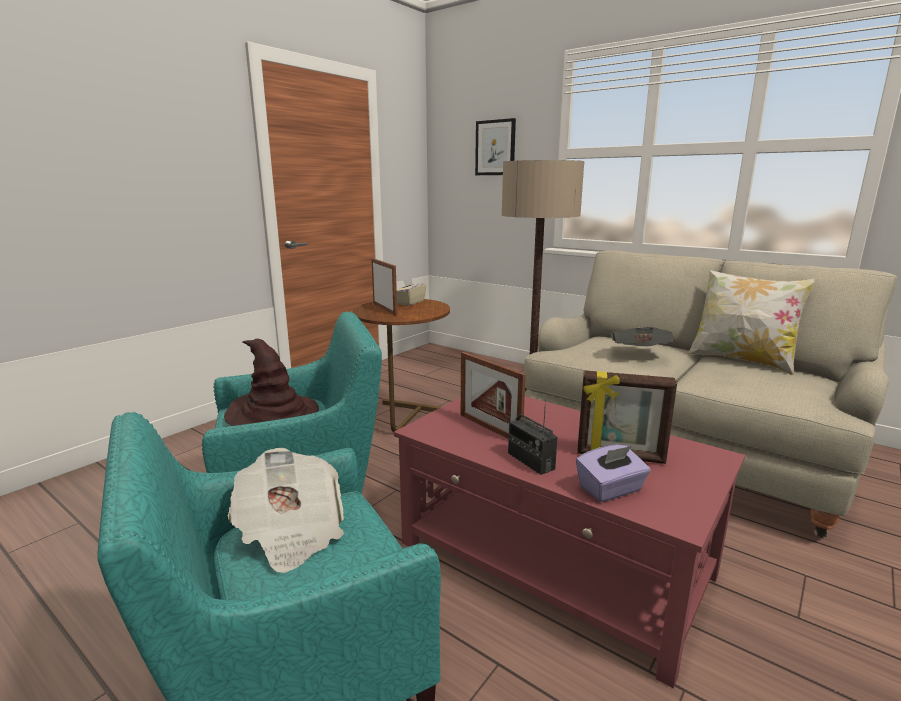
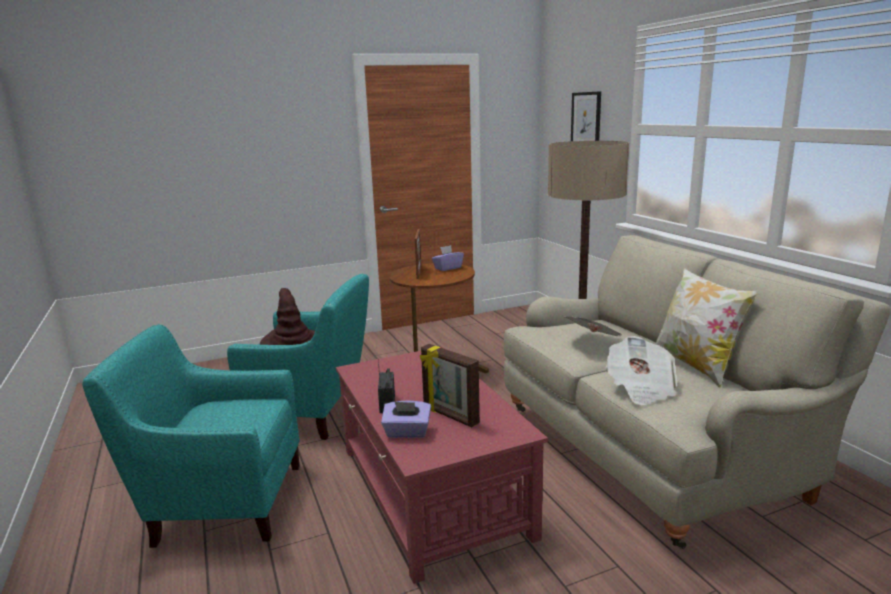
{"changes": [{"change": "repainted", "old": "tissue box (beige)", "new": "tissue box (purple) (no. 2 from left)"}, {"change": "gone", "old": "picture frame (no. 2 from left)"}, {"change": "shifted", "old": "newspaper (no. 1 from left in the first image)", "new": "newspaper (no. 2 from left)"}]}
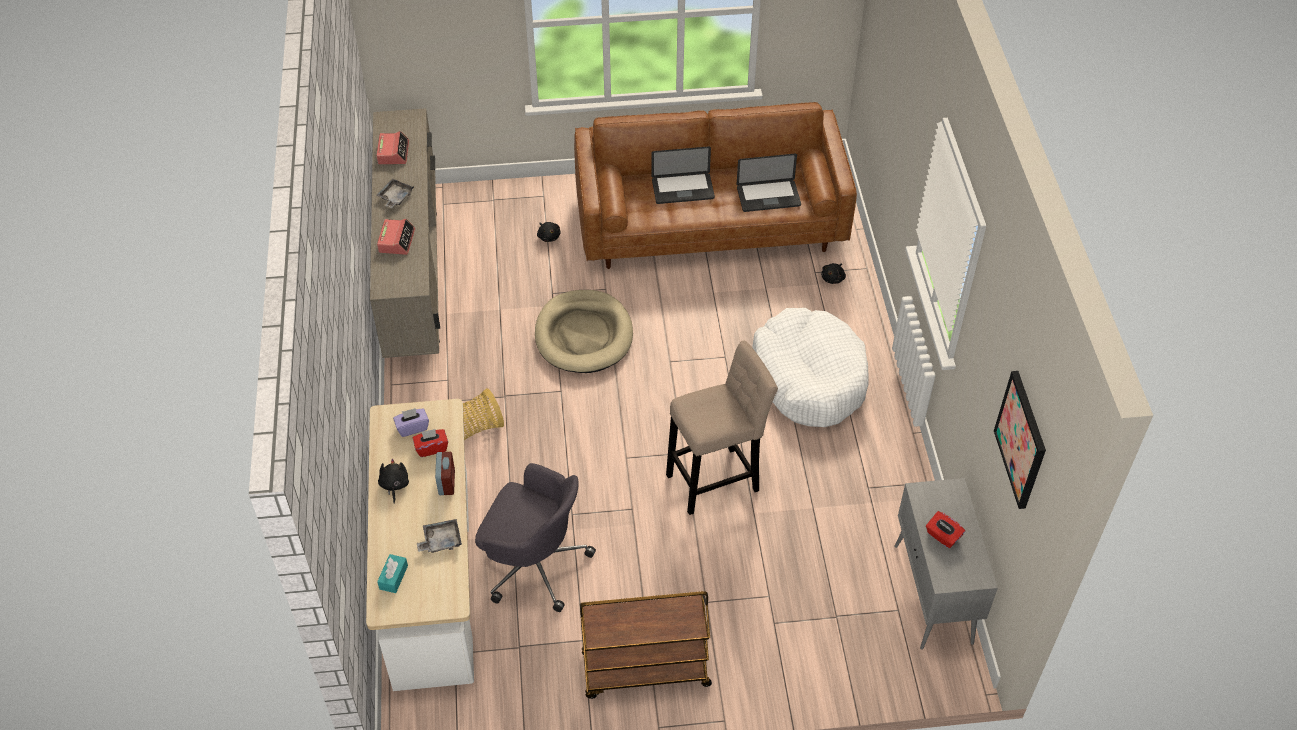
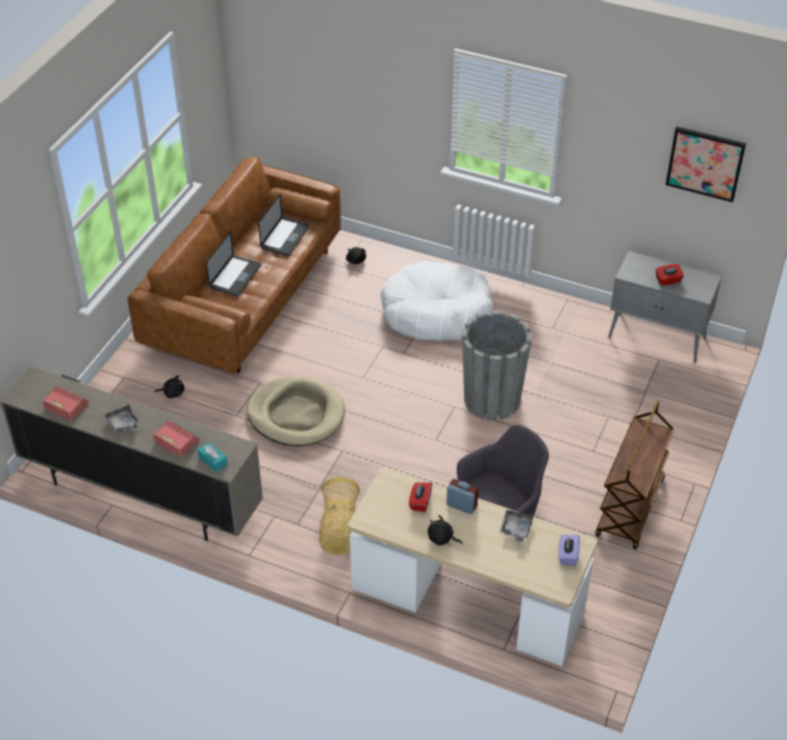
{"changes": [{"change": "swapped", "old": "stool (beige)", "new": "planter (grey)"}, {"change": "shifted", "old": "tissue box (purple)"}, {"change": "shifted", "old": "tissue box (turquoise)"}]}
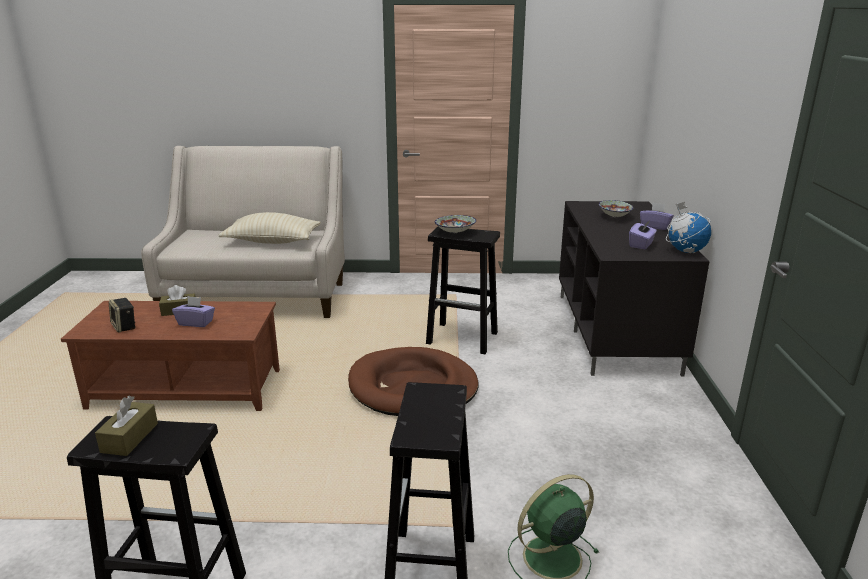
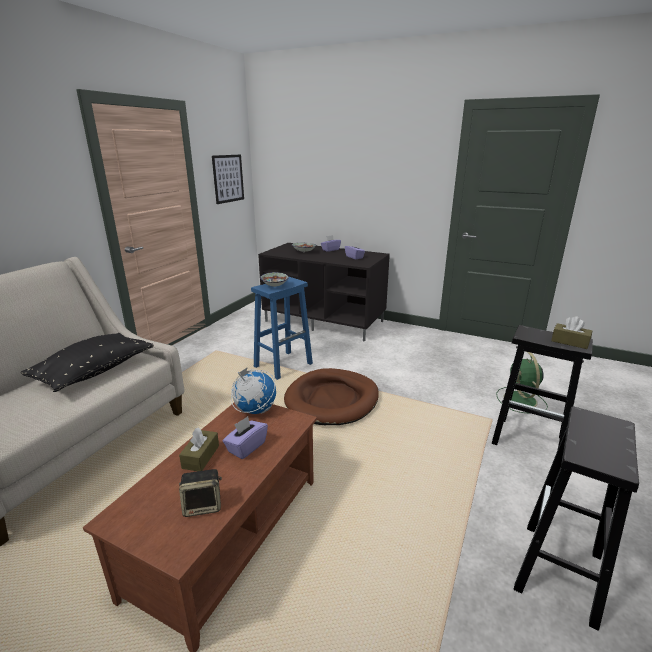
{"changes": [{"change": "shifted", "old": "globe"}, {"change": "repainted", "old": "pillow (beige)", "new": "pillow (black)"}, {"change": "repainted", "old": "stool (black) (no. 3 from left)", "new": "stool (blue)"}, {"change": "shifted", "old": "tissue box (brown) (no. 1 from left in the first image)", "new": "tissue box (brown) (no. 2 from left)"}, {"change": "new", "new": "picture"}]}
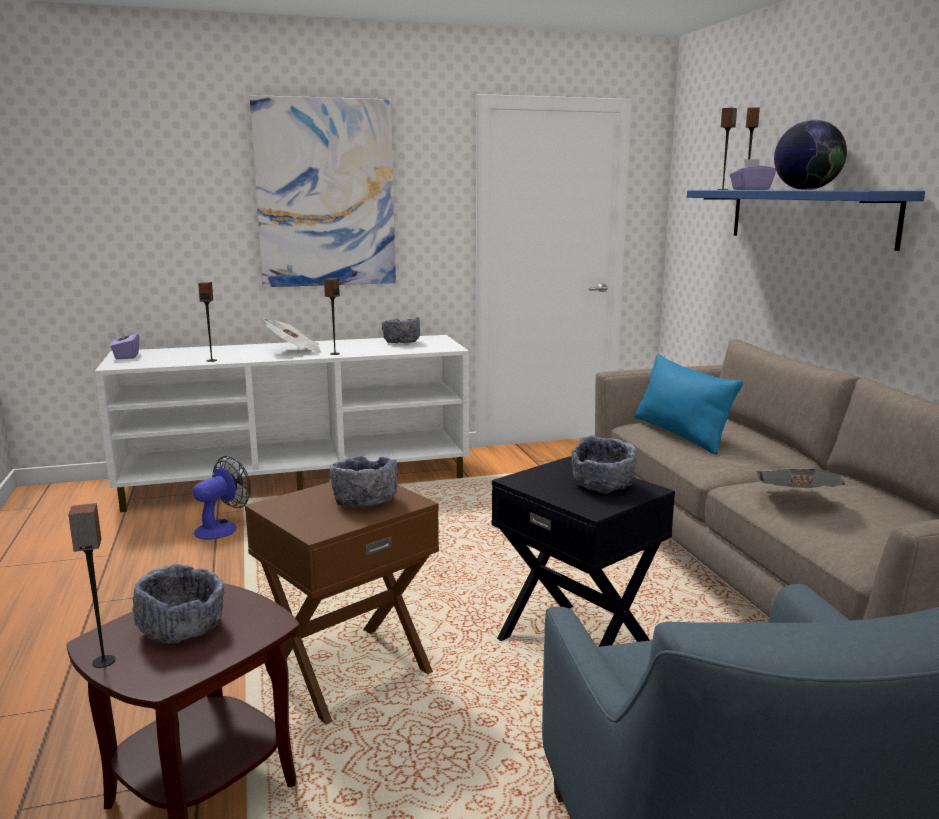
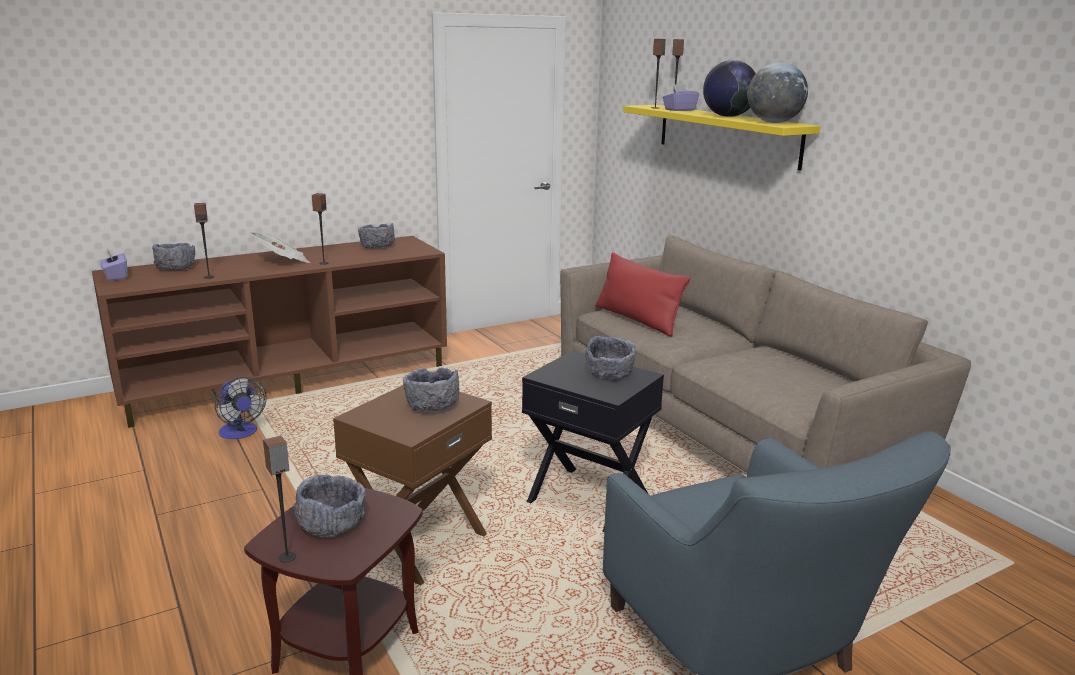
{"changes": [{"change": "gone", "old": "picture"}, {"change": "repainted", "old": "shelf (blue)", "new": "shelf (yellow)"}, {"change": "repainted", "old": "tv stand (white)", "new": "tv stand (brown)"}, {"change": "repainted", "old": "pillow (blue)", "new": "pillow (red)"}, {"change": "rotated", "old": "fan", "degrees": 120}, {"change": "gone", "old": "newspaper (no. 2 from left)"}, {"change": "new", "new": "globe (no. 2 from left)"}, {"change": "new", "new": "bowl (grey) (no. 1 from left)"}]}
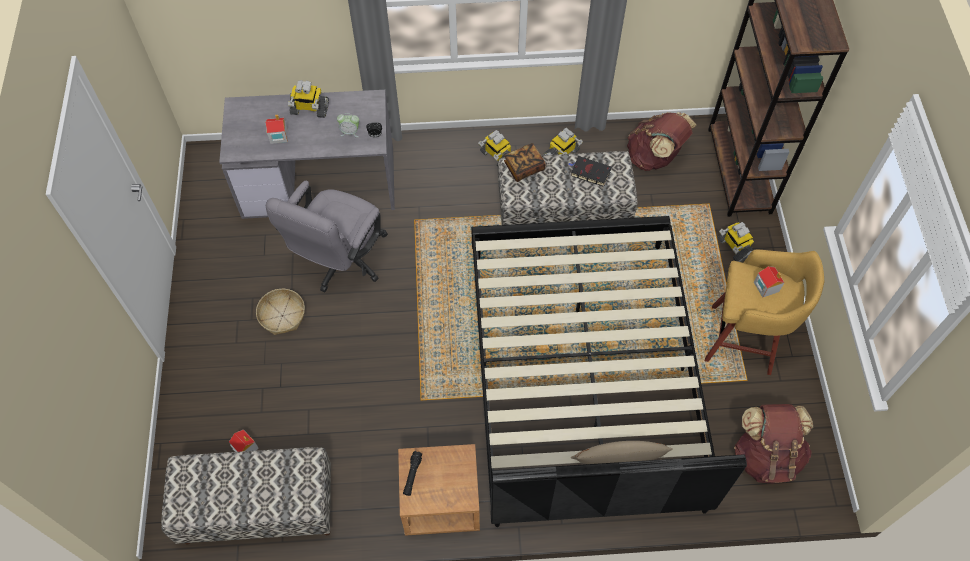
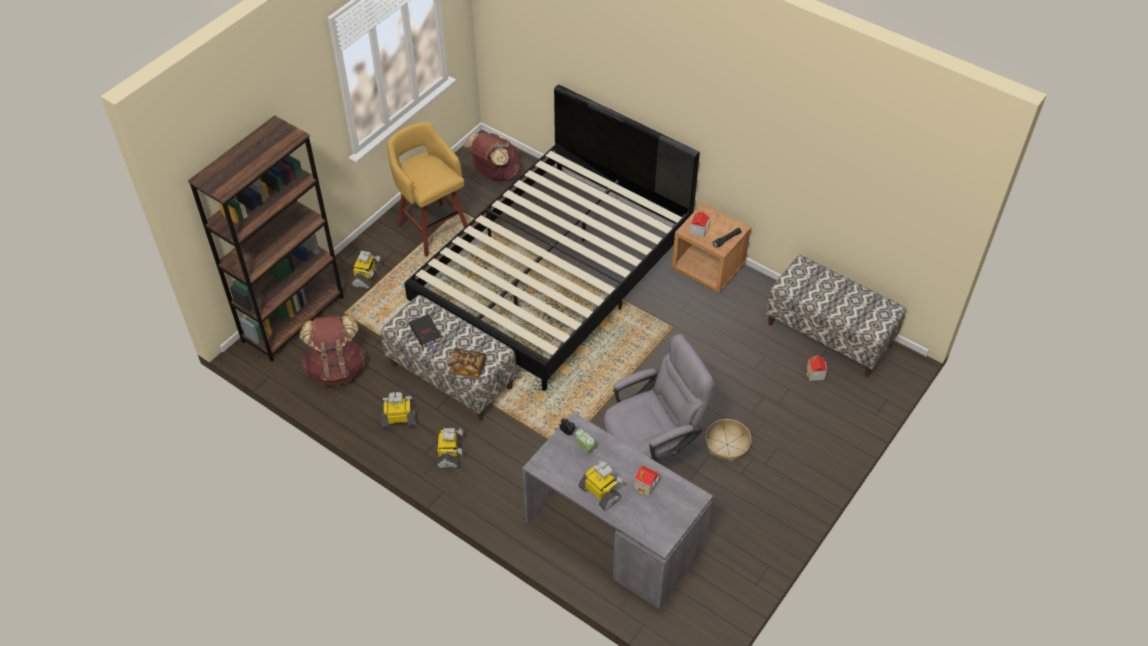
{"changes": [{"change": "shifted", "old": "toy house (no. 3 from left in the first image)", "new": "toy house (no. 2 from left)"}, {"change": "gone", "old": "pillow (beige)"}]}
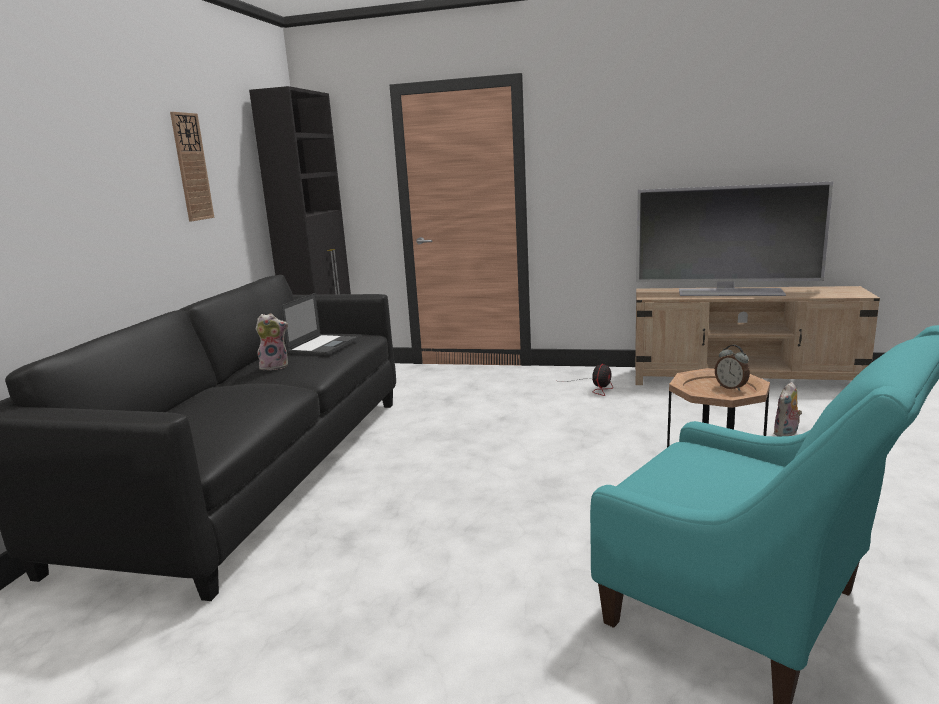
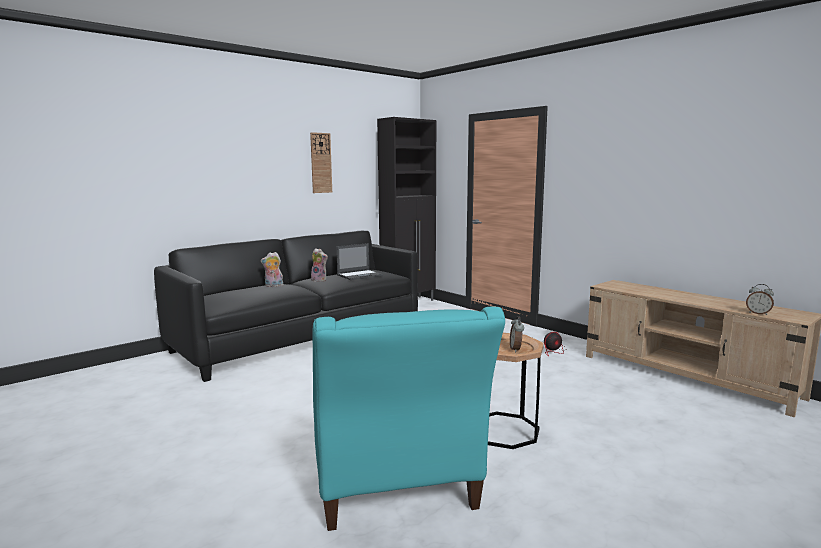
{"changes": [{"change": "gone", "old": "television"}, {"change": "shifted", "old": "plush toy (no. 2 from left in the first image)", "new": "plush toy (no. 1 from left)"}, {"change": "new", "new": "alarm clock (no. 2 from left)"}]}
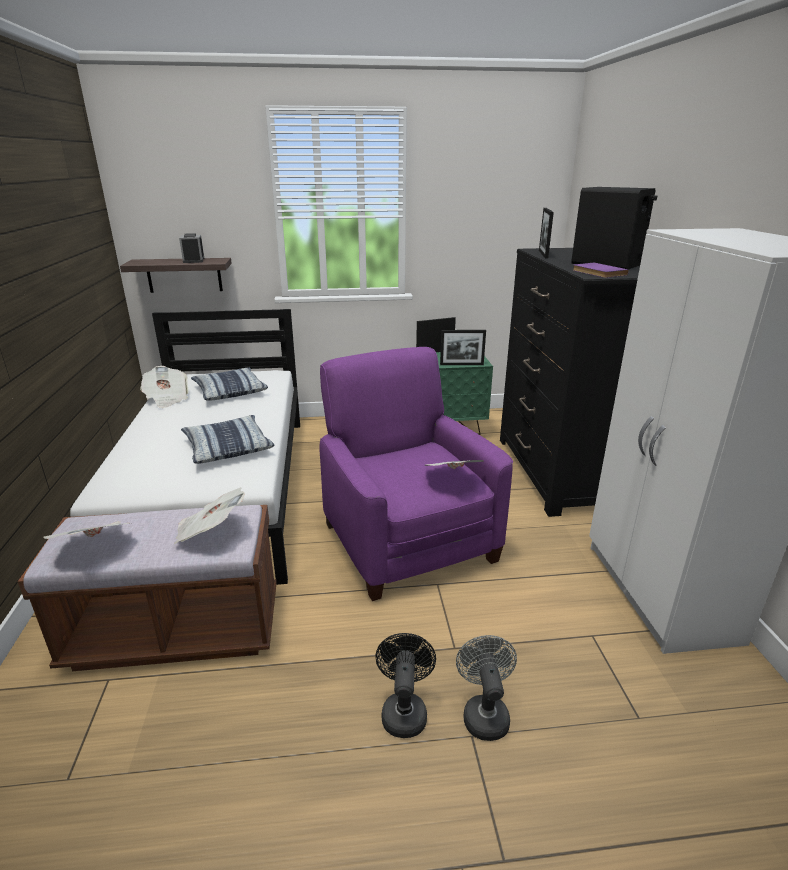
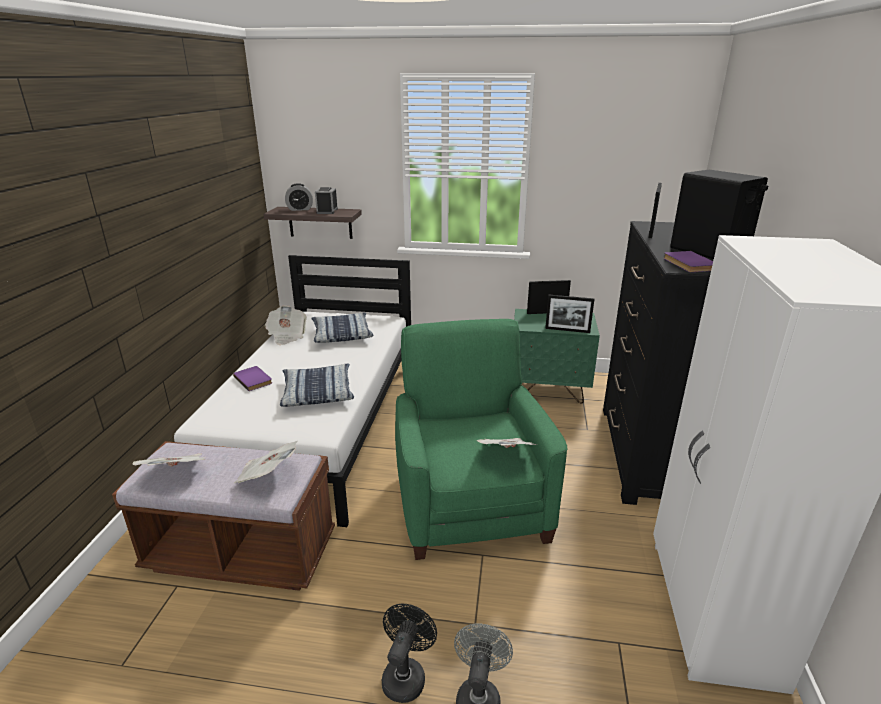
{"changes": [{"change": "repainted", "old": "armchair (purple)", "new": "armchair (green)"}, {"change": "new", "new": "alarm clock (no. 1 from left)"}, {"change": "new", "new": "book (purple) (no. 1 from left)"}]}
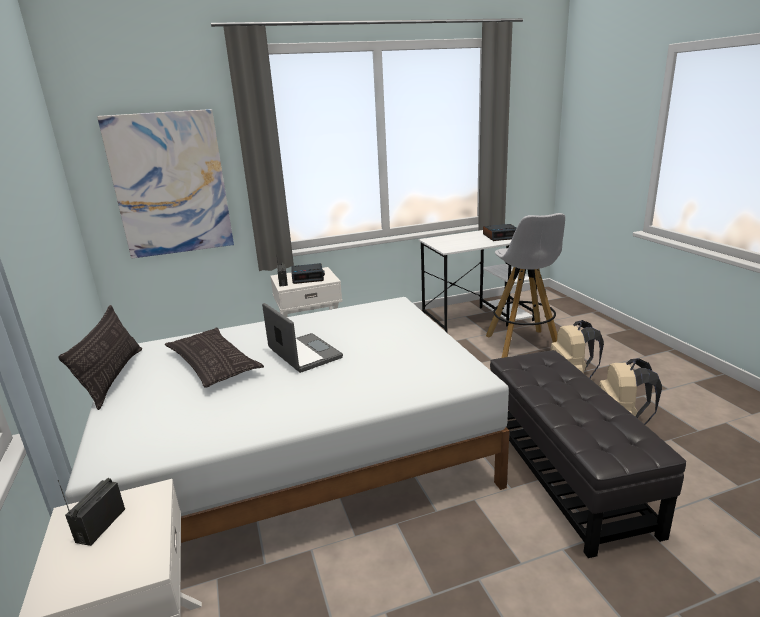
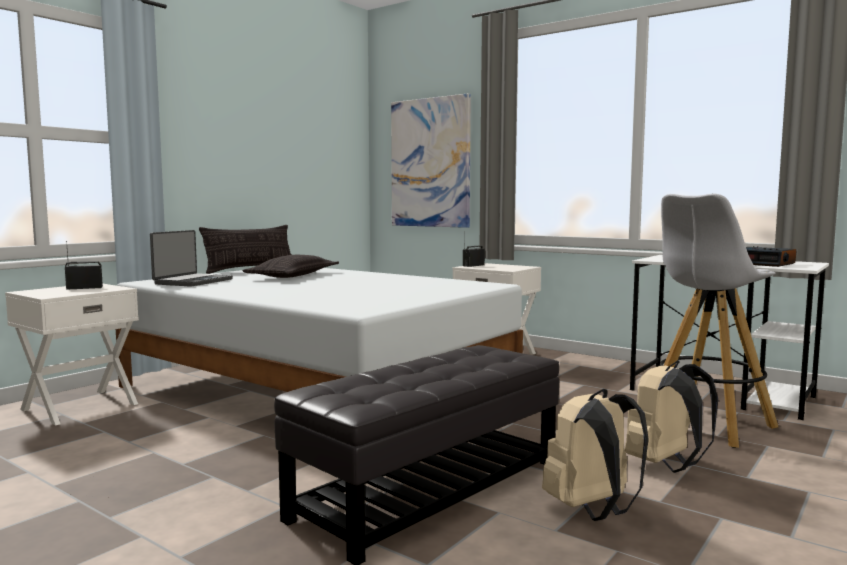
{"changes": [{"change": "gone", "old": "alarm clock (no. 1 from left)"}, {"change": "shifted", "old": "laptop"}]}
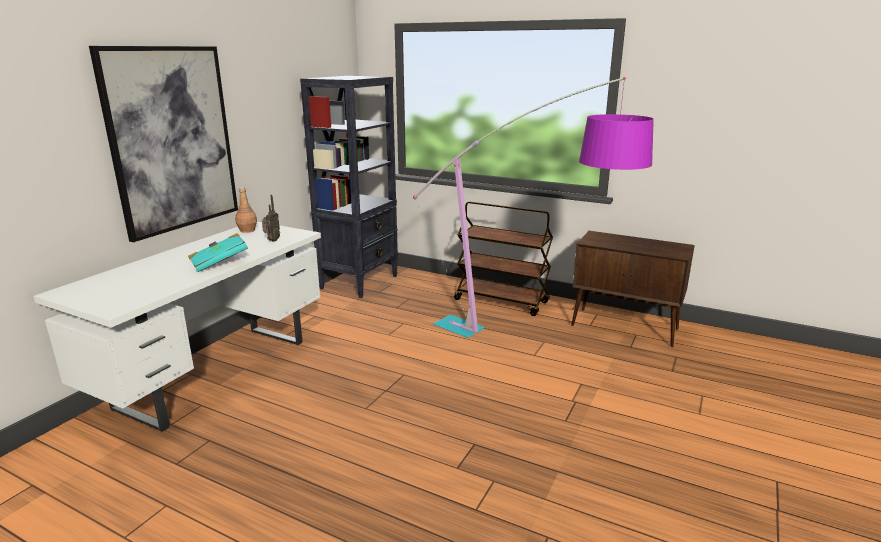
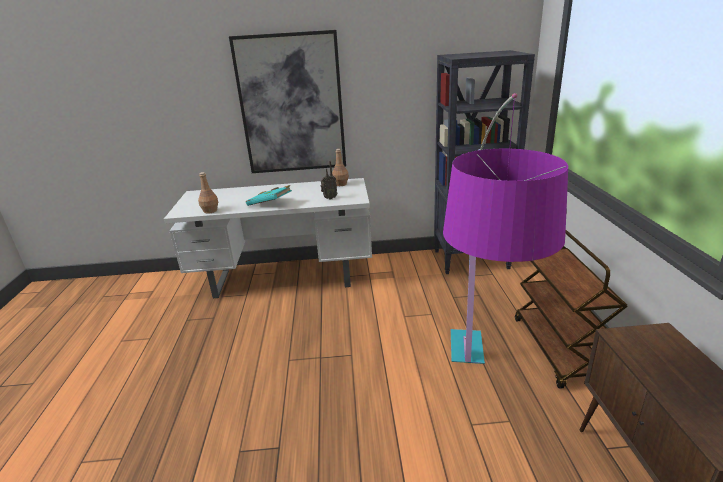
{"changes": [{"change": "new", "new": "bottle (brown) (no. 1 from left)"}]}
